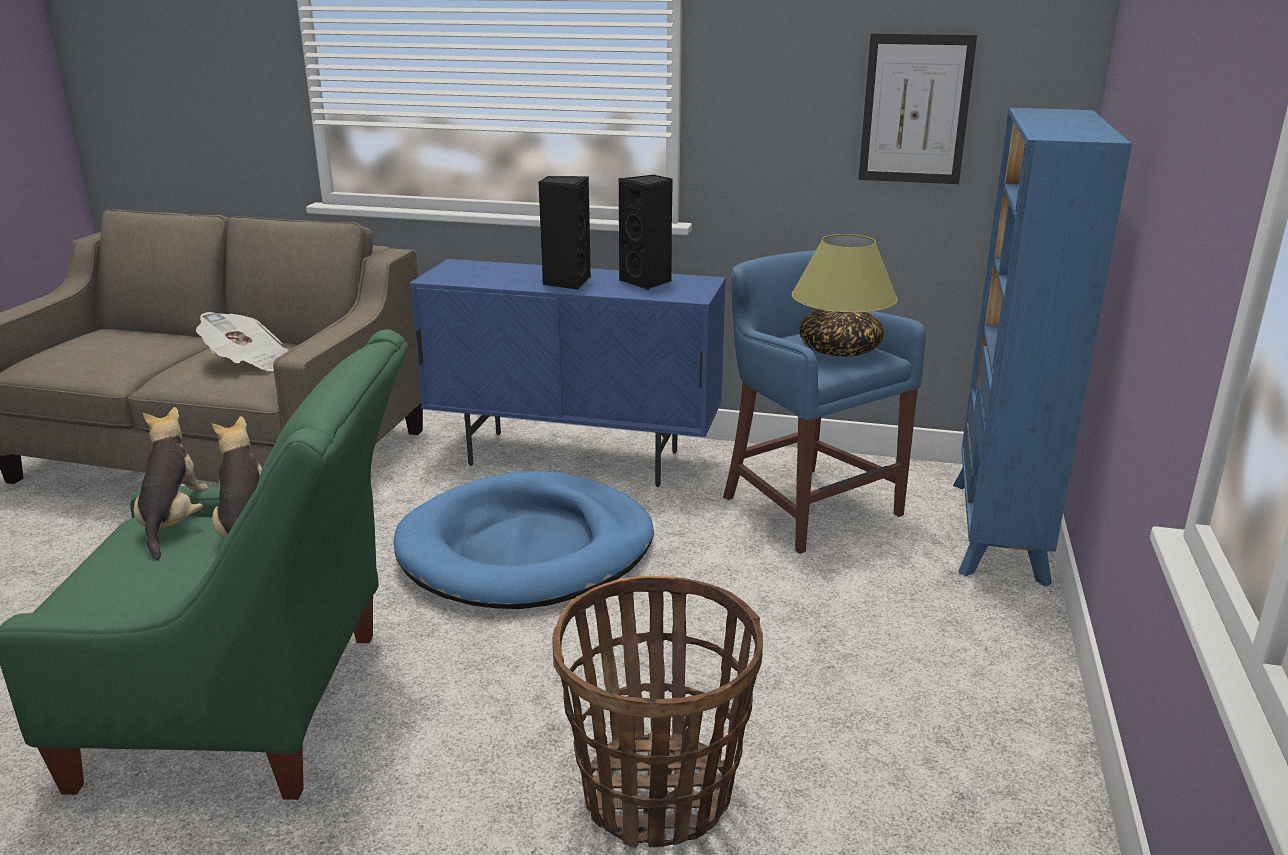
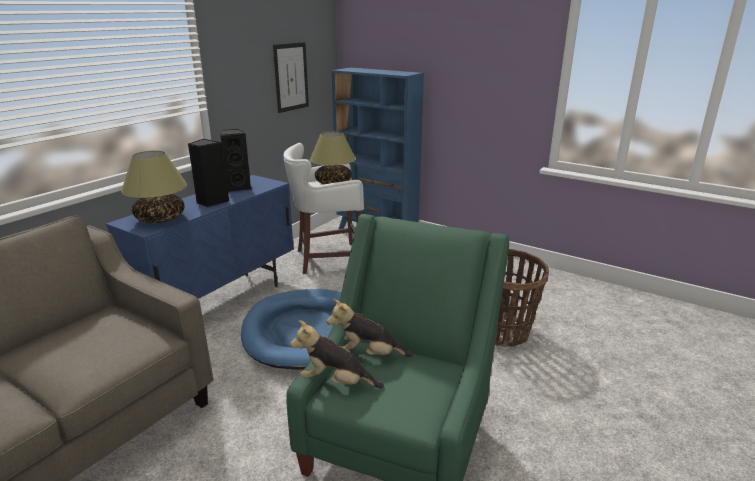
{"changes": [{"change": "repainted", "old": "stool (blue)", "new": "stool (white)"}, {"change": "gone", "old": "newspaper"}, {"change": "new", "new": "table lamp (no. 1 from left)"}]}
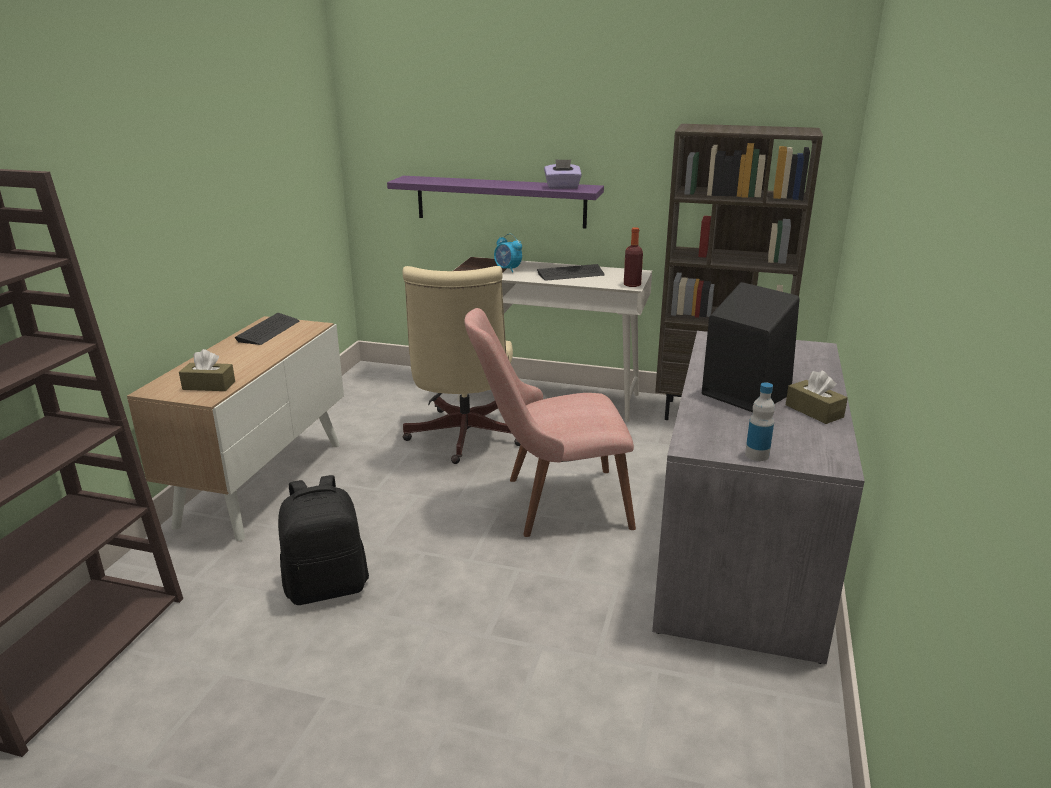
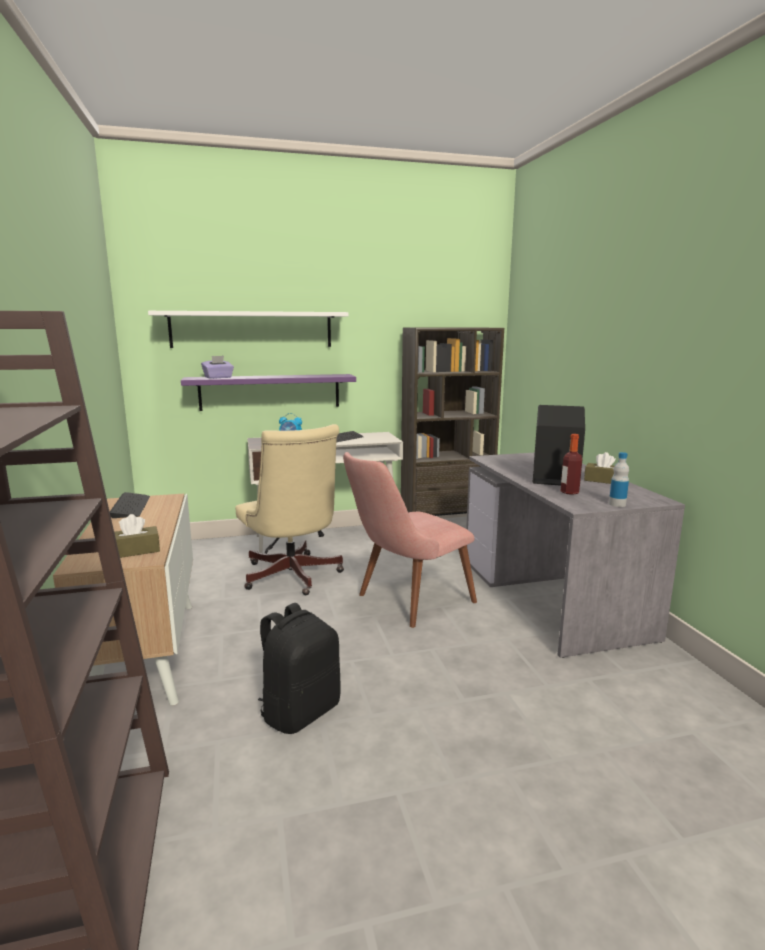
{"changes": [{"change": "shifted", "old": "tissue box (purple)"}, {"change": "shifted", "old": "bottle (no. 1 from left)"}, {"change": "new", "new": "shelf (white)"}]}
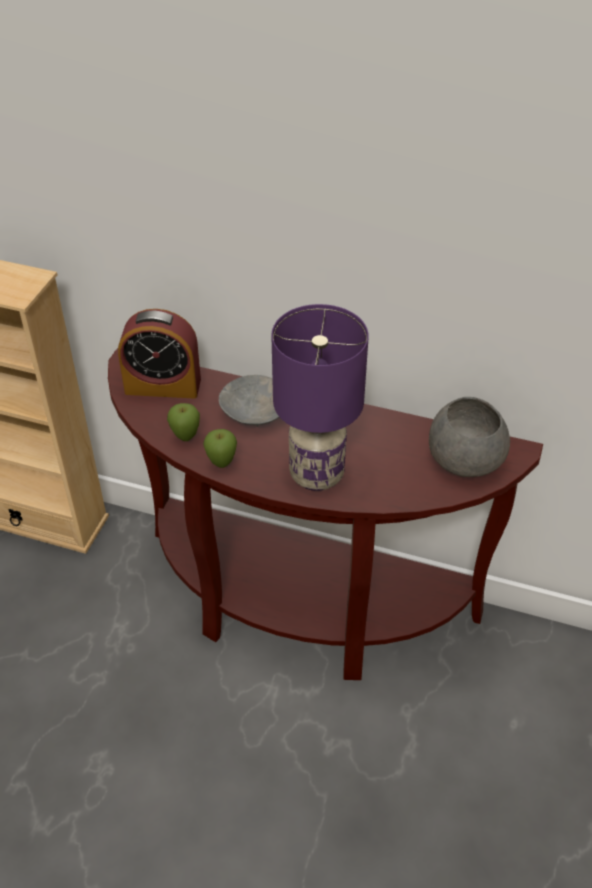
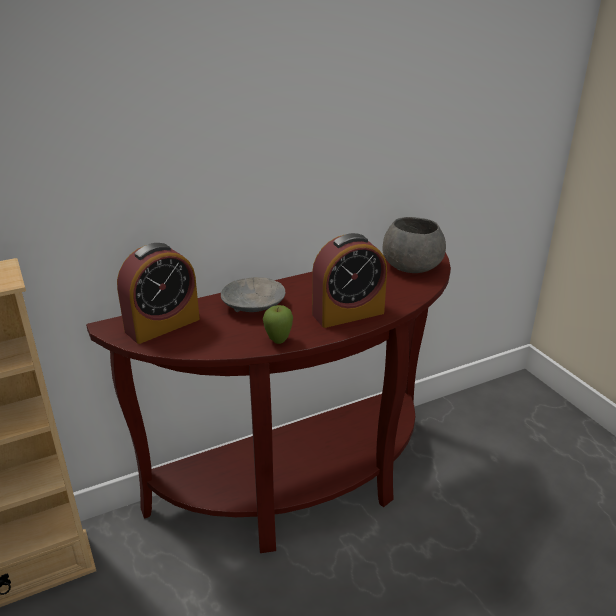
{"changes": [{"change": "swapped", "old": "table lamp (purple)", "new": "alarm clock (no. 2 from left)"}, {"change": "gone", "old": "apple (no. 1 from left)"}]}
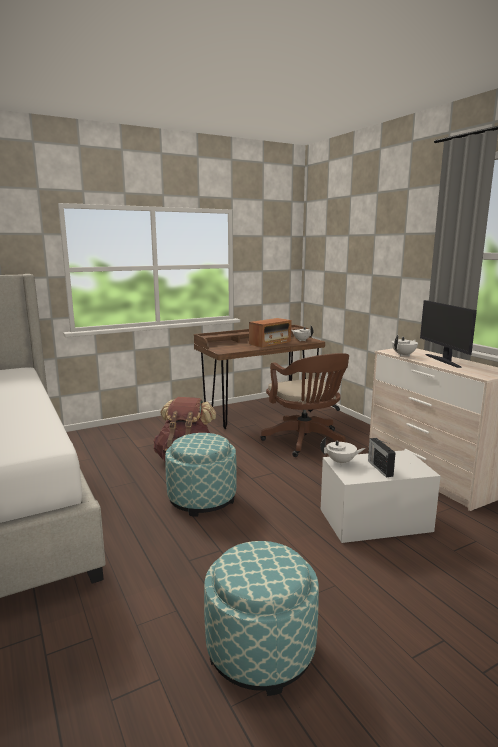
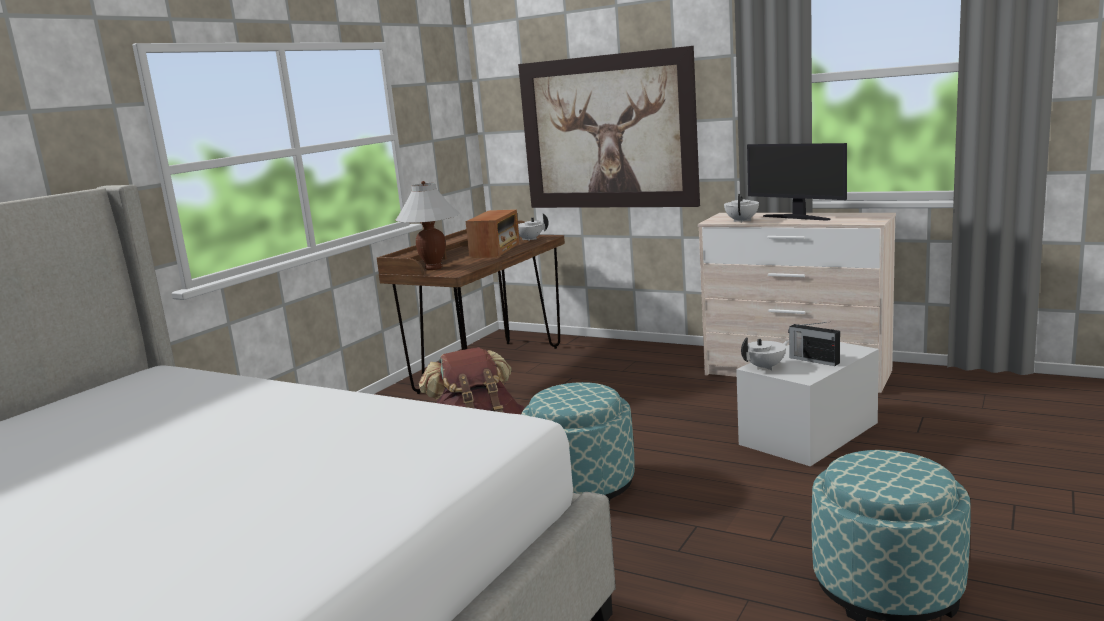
{"changes": [{"change": "gone", "old": "office chair (brown)"}, {"change": "new", "new": "picture"}, {"change": "new", "new": "table lamp (white)"}]}
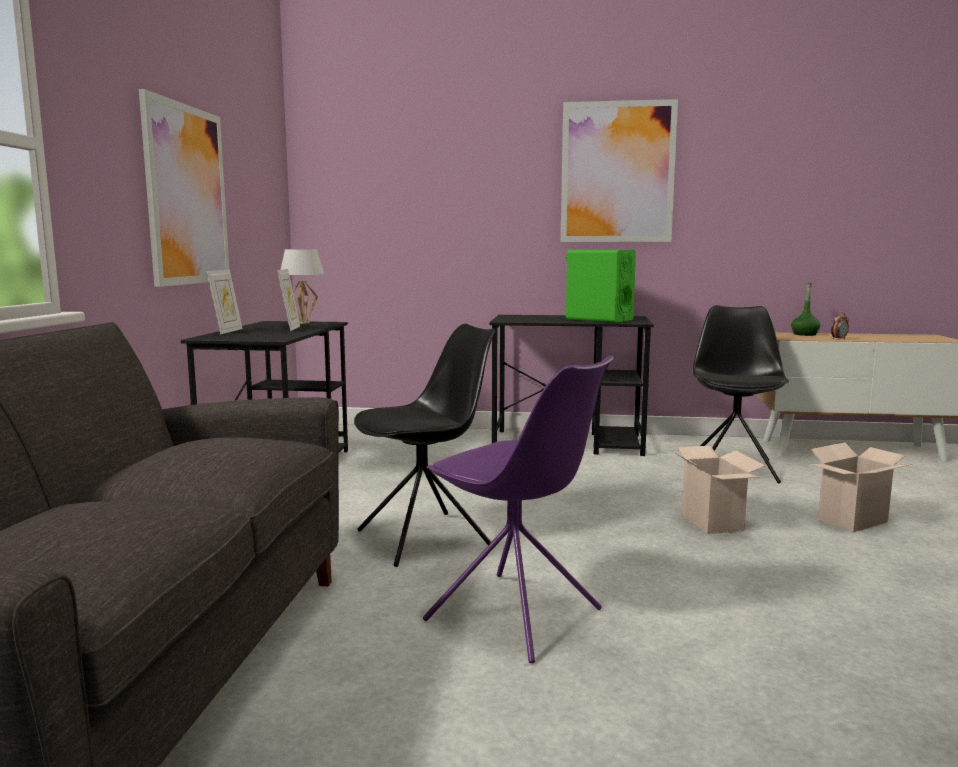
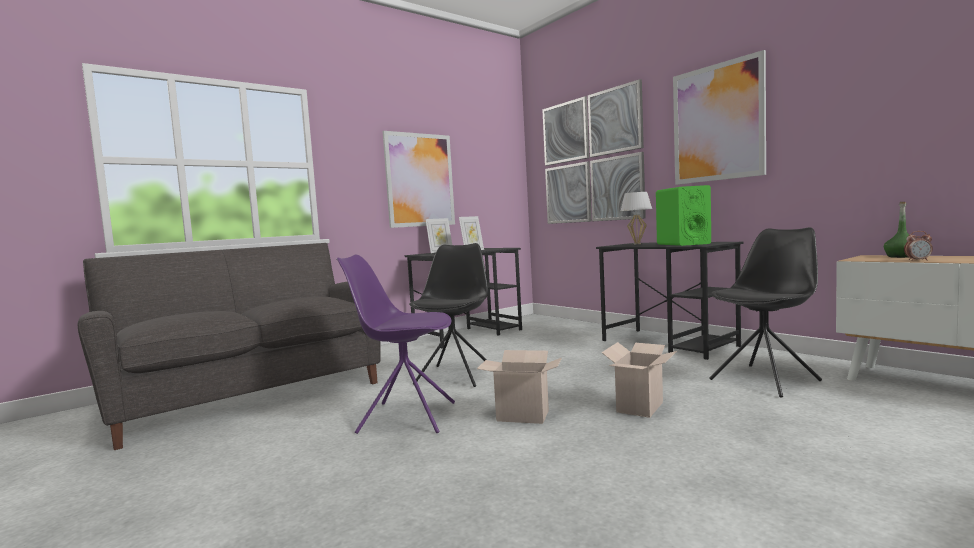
{"changes": [{"change": "shifted", "old": "table lamp (white)"}, {"change": "rotated", "old": "chair (black) (no. 1 from left)", "degrees": -90}, {"change": "rotated", "old": "chair (purple)", "degrees": 105}, {"change": "shifted", "old": "cardboard box (no. 2 from left in the first image)", "new": "cardboard box (no. 1 from left)"}, {"change": "new", "new": "picture (no. 2 from left)"}]}
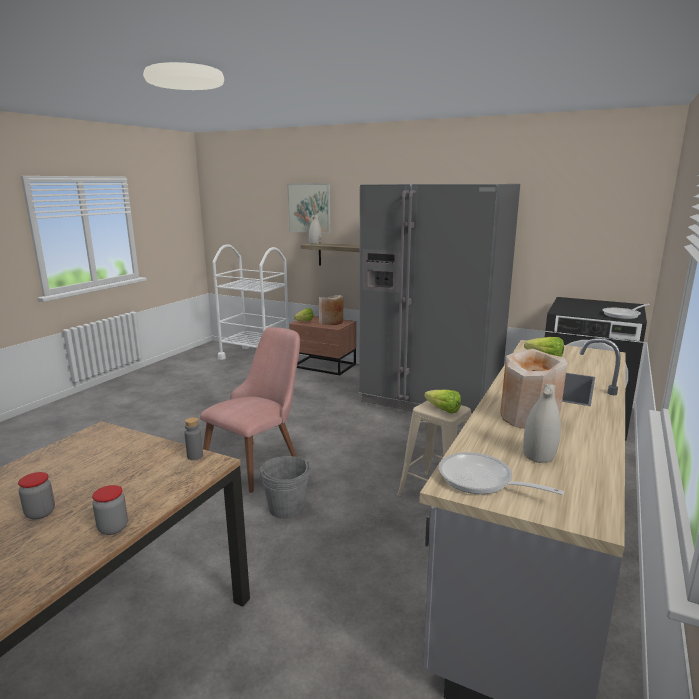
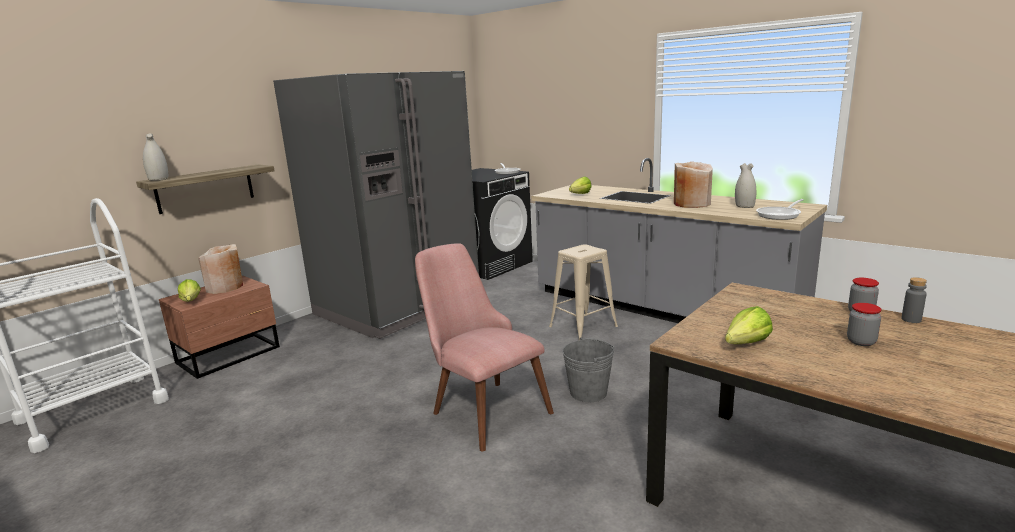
{"changes": [{"change": "gone", "old": "picture"}, {"change": "shifted", "old": "lettuce (no. 2 from left in the first image)", "new": "lettuce (no. 3 from left)"}, {"change": "shifted", "old": "bottle (grey)"}]}
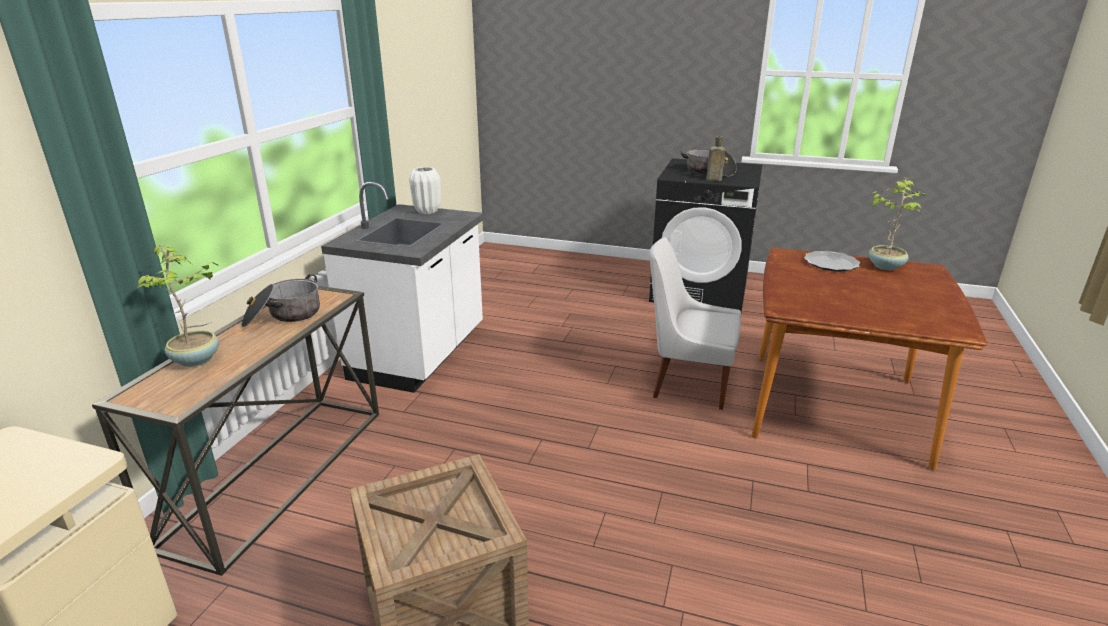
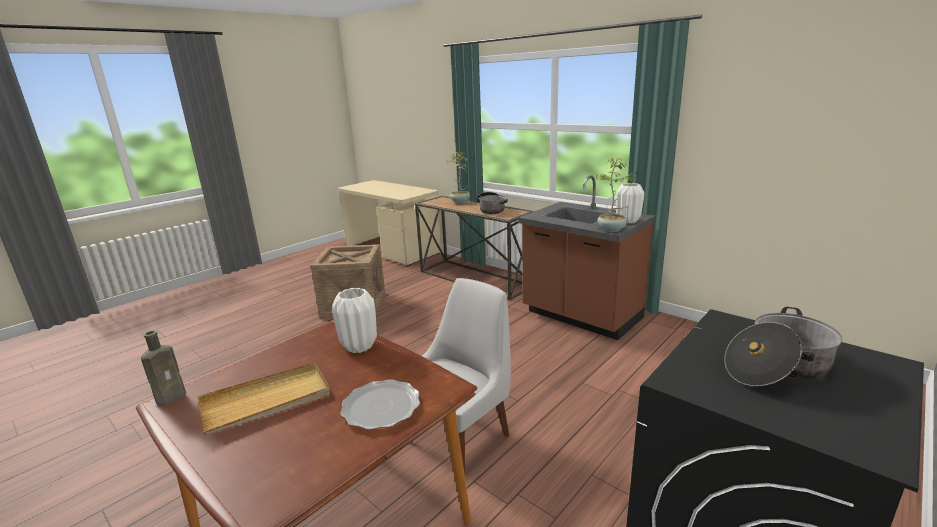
{"changes": [{"change": "shifted", "old": "bottle (brown)"}, {"change": "shifted", "old": "potted plant (no. 2 from left)"}, {"change": "repainted", "old": "counter (white)", "new": "counter (brown)"}, {"change": "new", "new": "vase (white) (no. 1 from left)"}, {"change": "new", "new": "tray (beige)"}]}
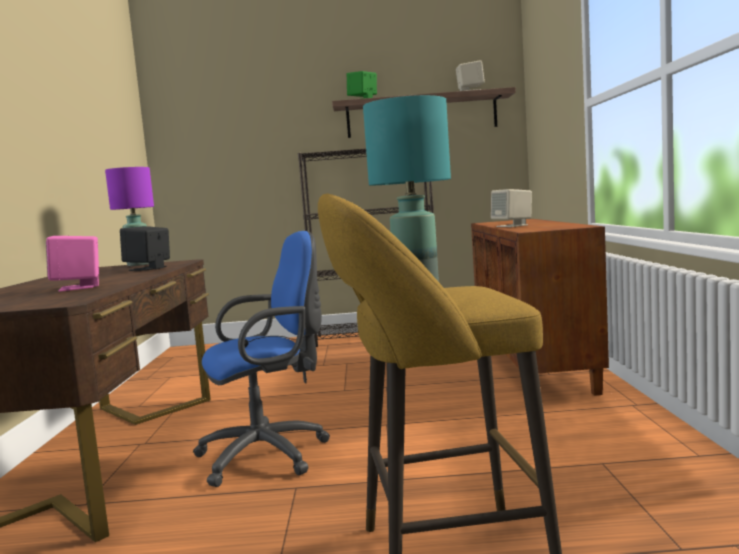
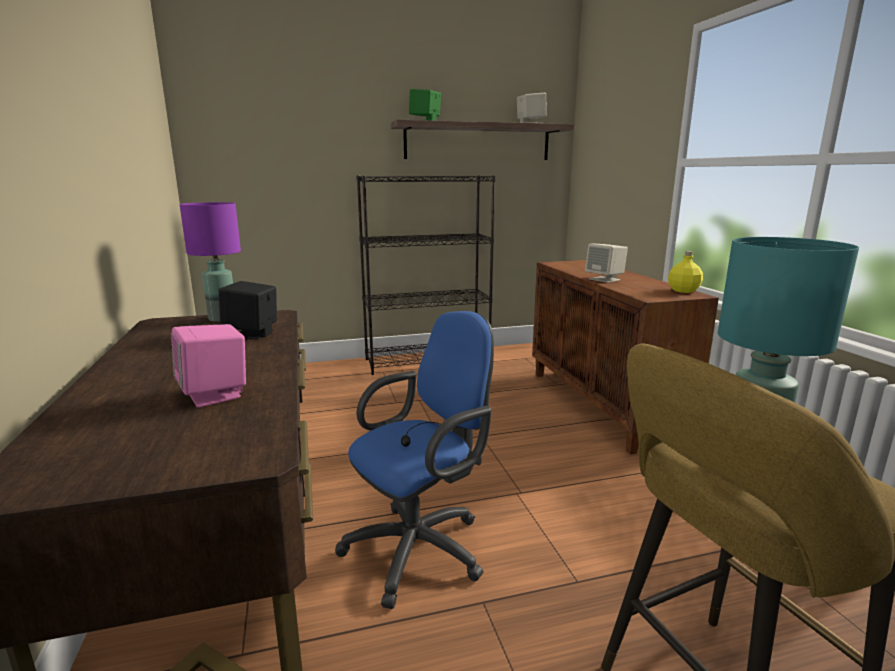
{"changes": [{"change": "new", "new": "bottle (yellow)"}]}
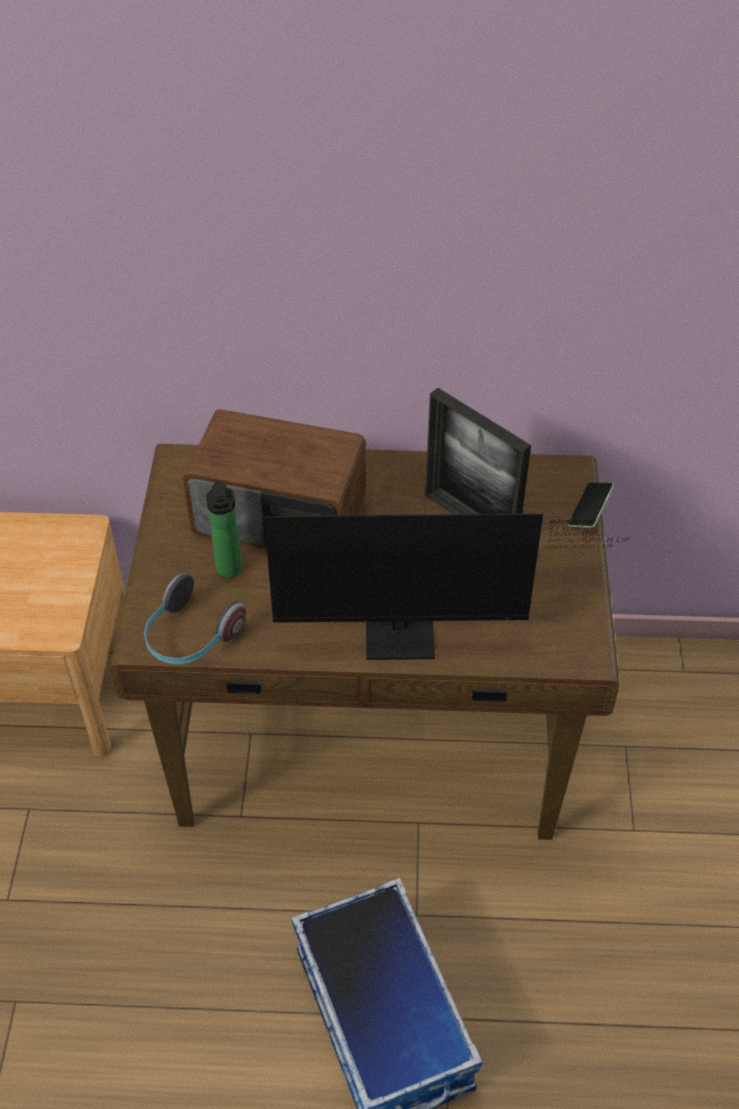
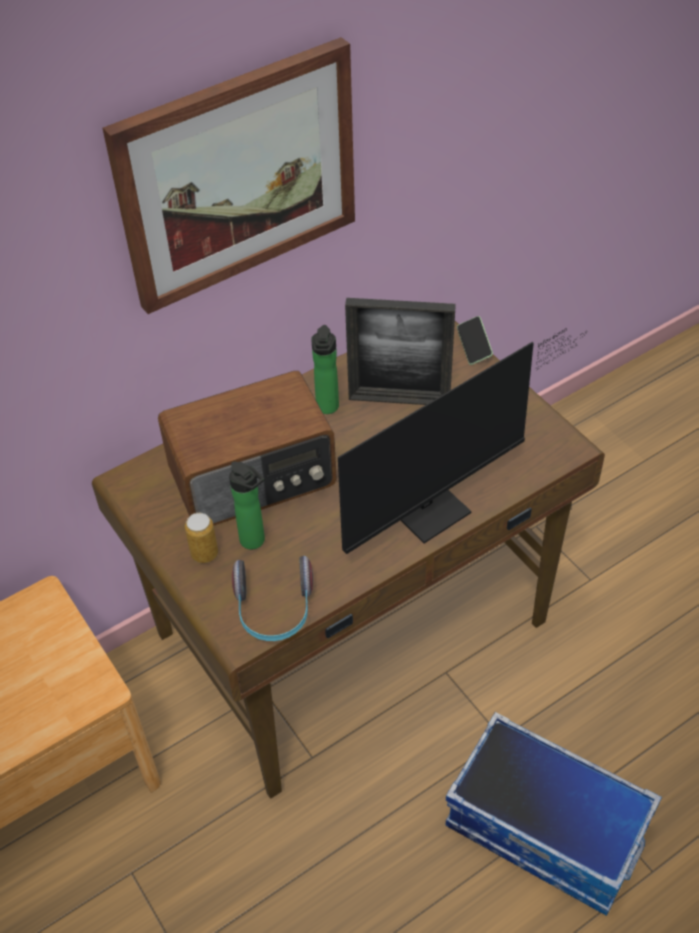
{"changes": [{"change": "new", "new": "picture"}, {"change": "new", "new": "bottle (no. 2 from left)"}, {"change": "new", "new": "can"}]}
